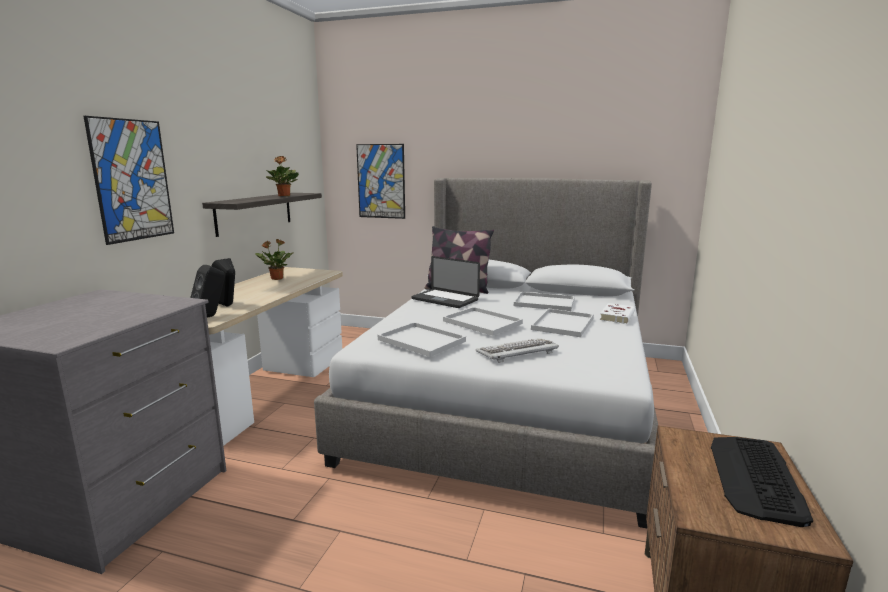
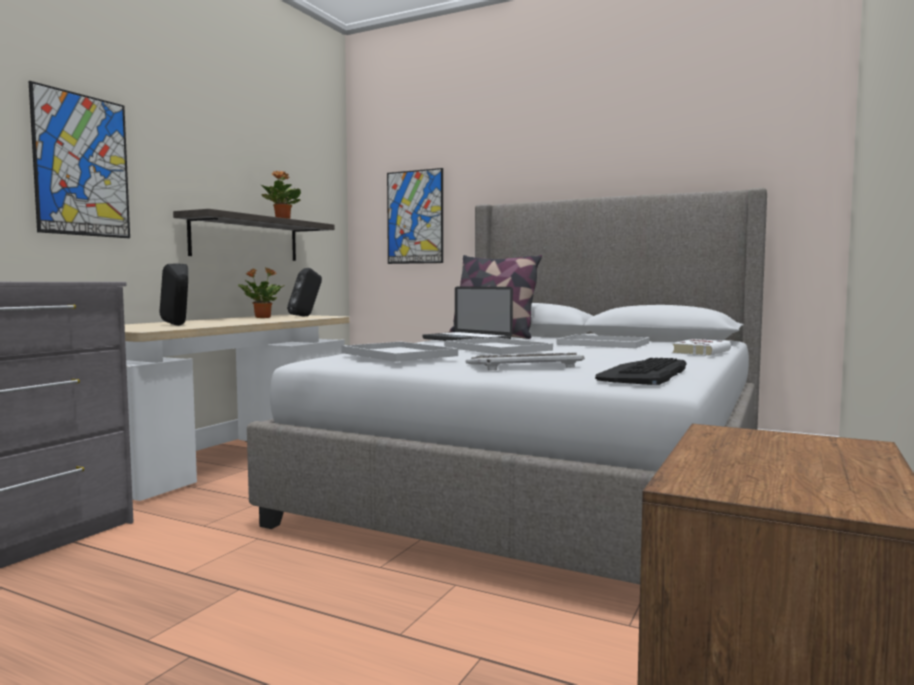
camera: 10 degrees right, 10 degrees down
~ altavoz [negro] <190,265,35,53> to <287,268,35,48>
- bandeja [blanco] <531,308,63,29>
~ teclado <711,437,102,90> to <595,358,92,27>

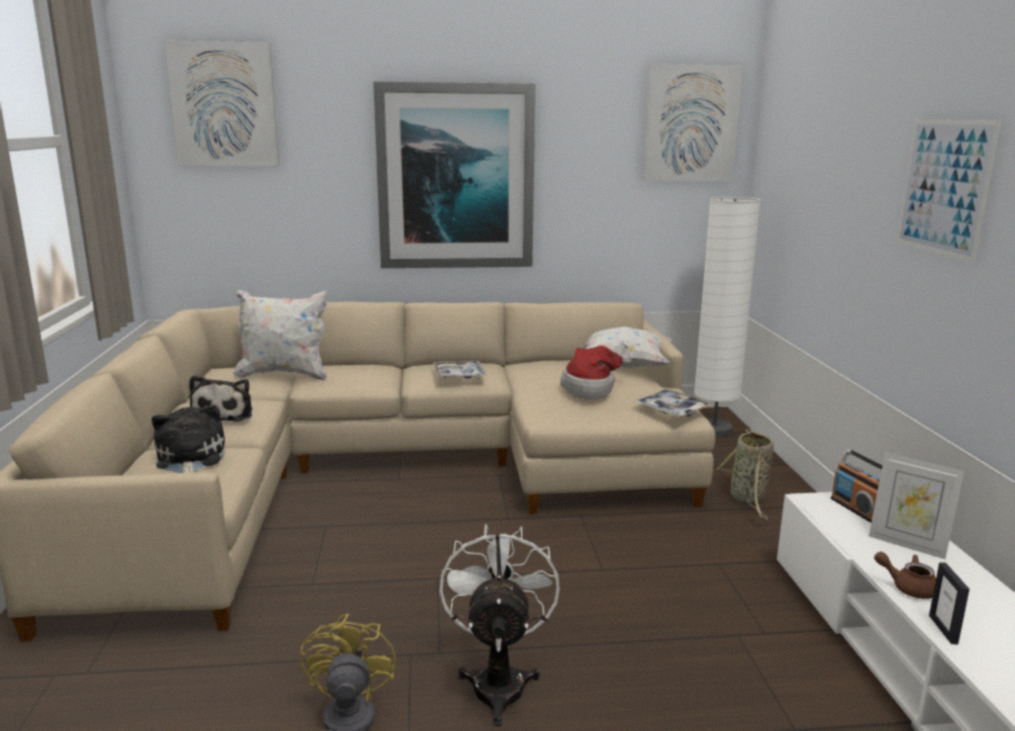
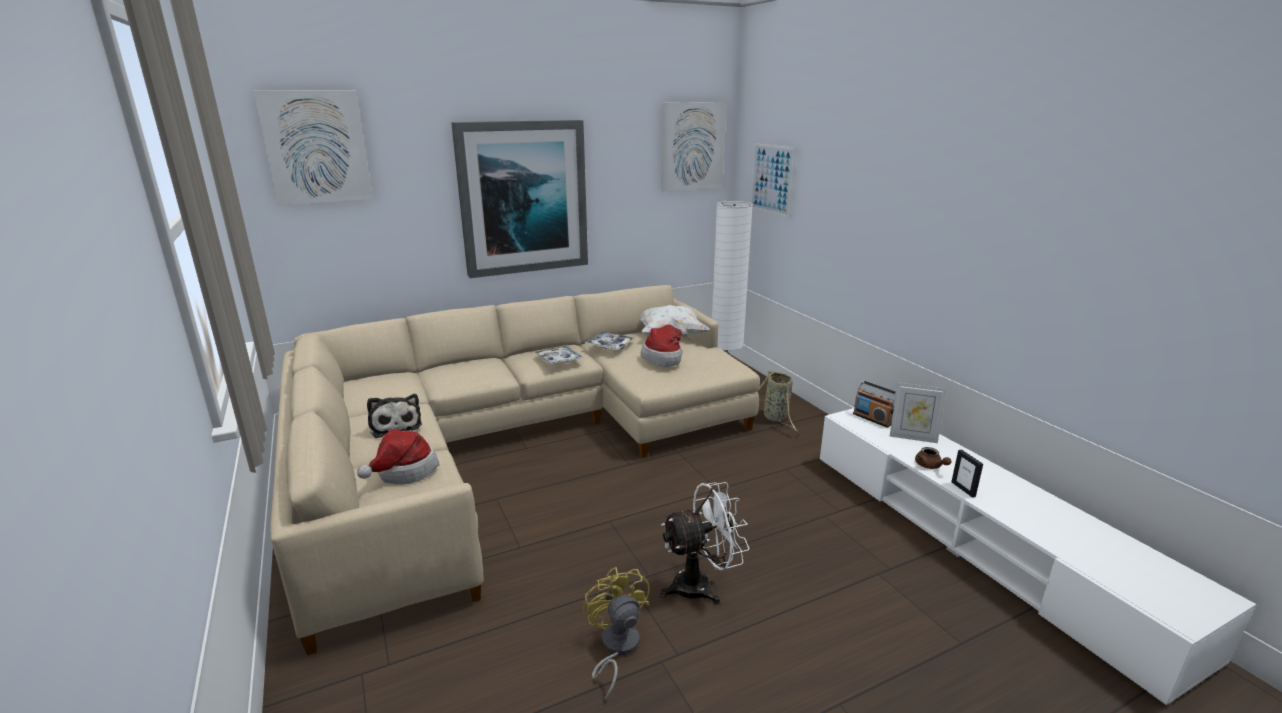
camera: 20 degrees left, 5 degrees up
~ peluche <152,404,73,69> to sombrero <357,429,82,56>
- cojín [blanco] <234,290,95,91>
~ ventilador [blanco] <440,524,120,202> = <660,482,90,123> 90 degrees clockwise
~ bandeja <635,389,77,28> to <585,332,50,18>
~ tetera [marrón] <874,552,62,47> = <915,447,37,22> 120 degrees counterclockwise
~ cuadro <896,120,105,143> to <751,143,45,75>

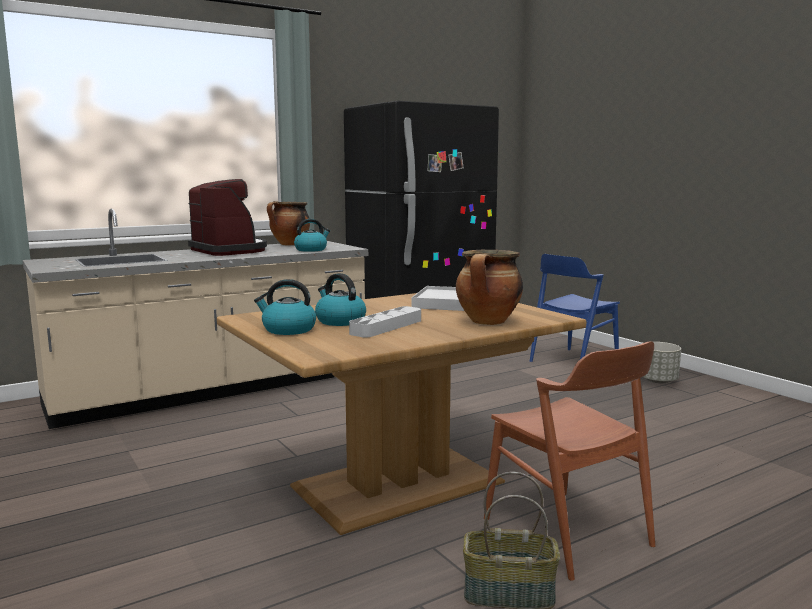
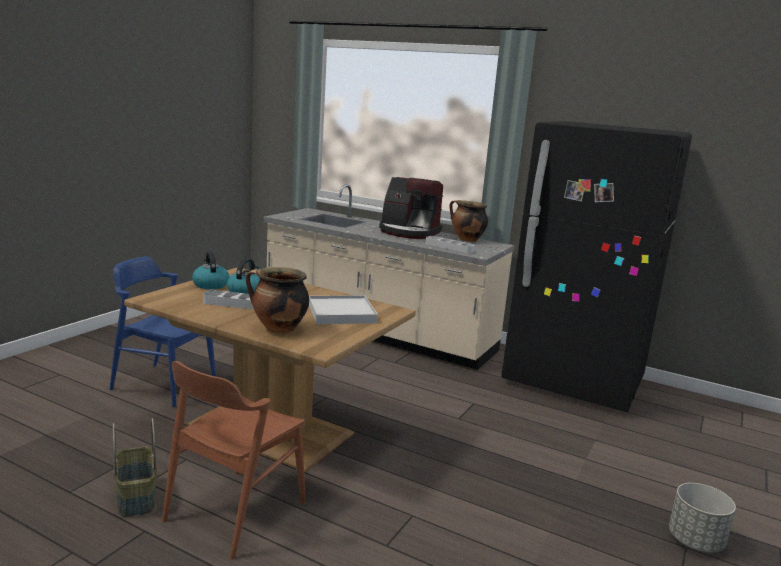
camera: 60 degrees right, 5 degrees up
~ cafetera <188,179,79,77> = <379,177,64,62> 90 degrees clockwise
~ hervidor <294,219,36,33> to bandeja [gris] <425,236,50,17>
~ silla [azul] <530,254,90,108> to <109,256,107,151>

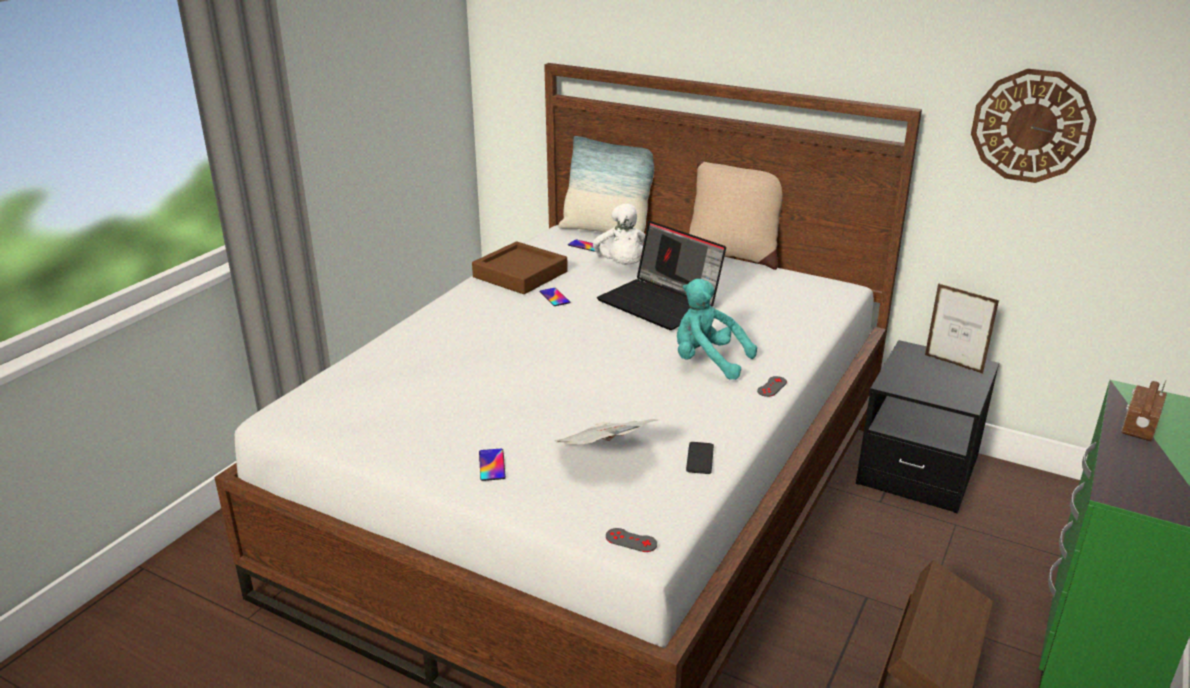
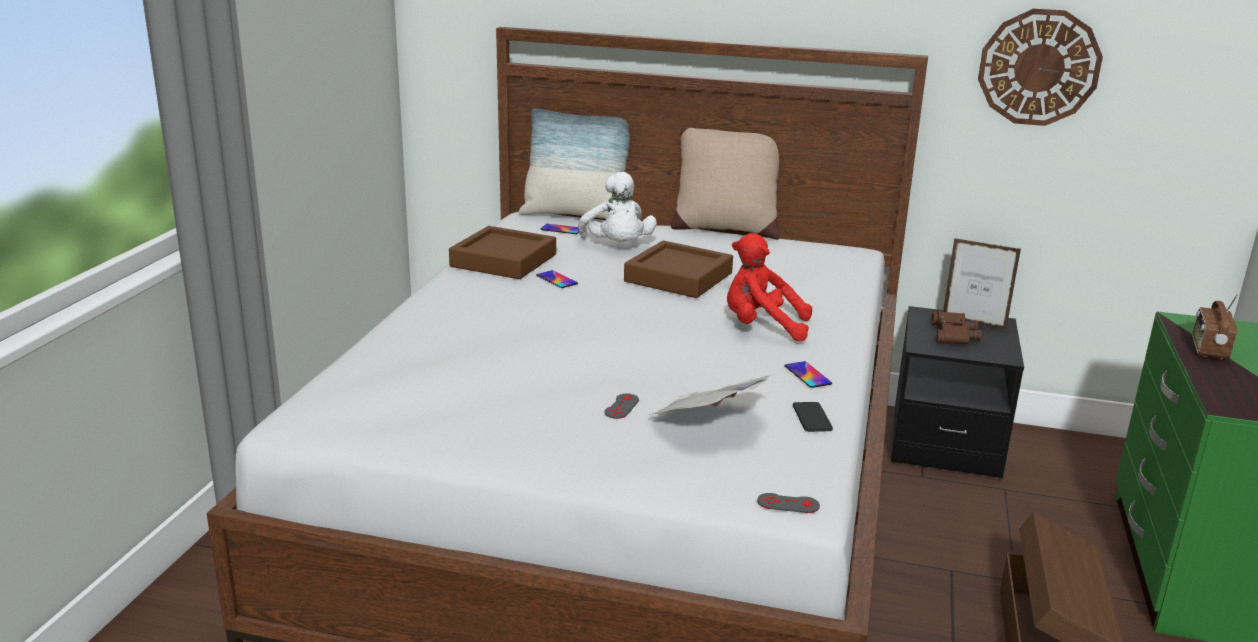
camera: 15 degrees left, 5 degrees down
~ móvil <479,449,27,32> to <785,361,47,27>
~ portátil <597,221,129,109> to bandeja [marrón] <624,241,109,57>
~ peluche [turquesa] <677,279,80,101> to peluche [rojo] <727,233,85,108>
~ mando de consola [gris] <757,376,30,21> to <604,393,35,26>
+ prismáticos [marrón] <931,311,50,33>

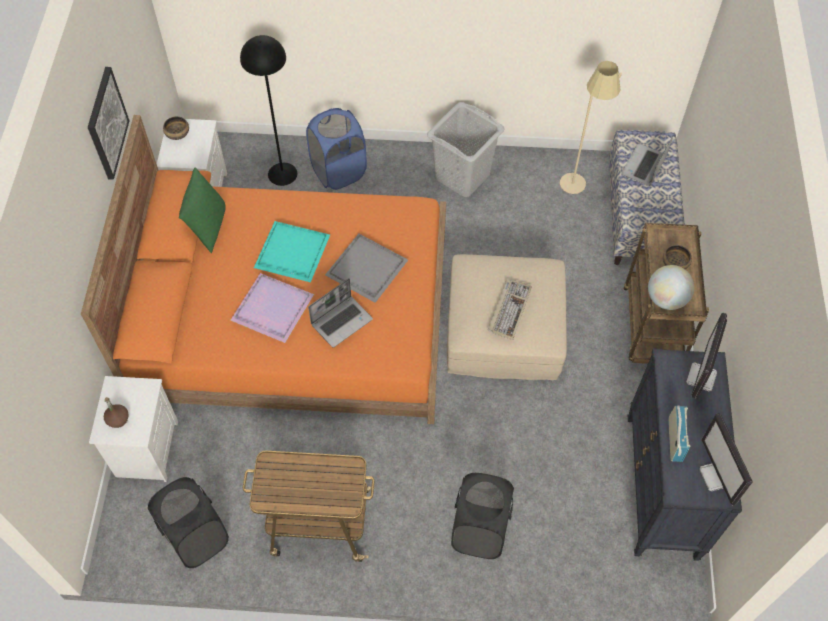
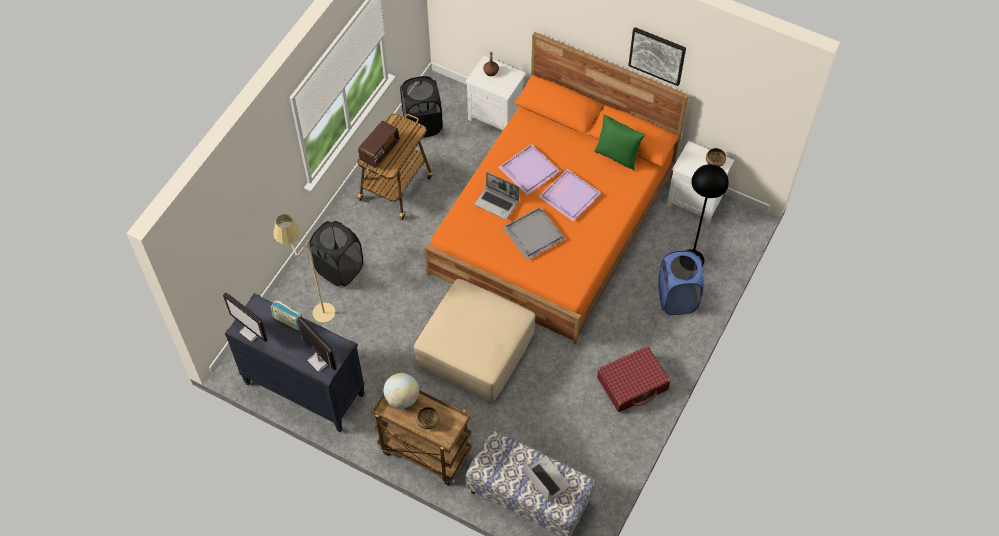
camera: 115 degrees right, 0 degrees up
~ bandeja [turquesa] <254,221,76,61> to bandeja [morado] <538,169,64,52>
~ portátil <308,278,65,70> = <474,172,45,47> 45 degrees counterclockwise
~ cesto de la ropa [gris] <427,102,78,95> to maleta [rojo] <597,346,73,66>
- teclado <488,279,44,61>
~ lámpara de pie [beis] <560,61,62,133> to <273,214,62,109>
~ monitor <699,413,54,92> = <223,292,45,50> 150 degrees counterclockwise
+ radio <358,121,41,47>

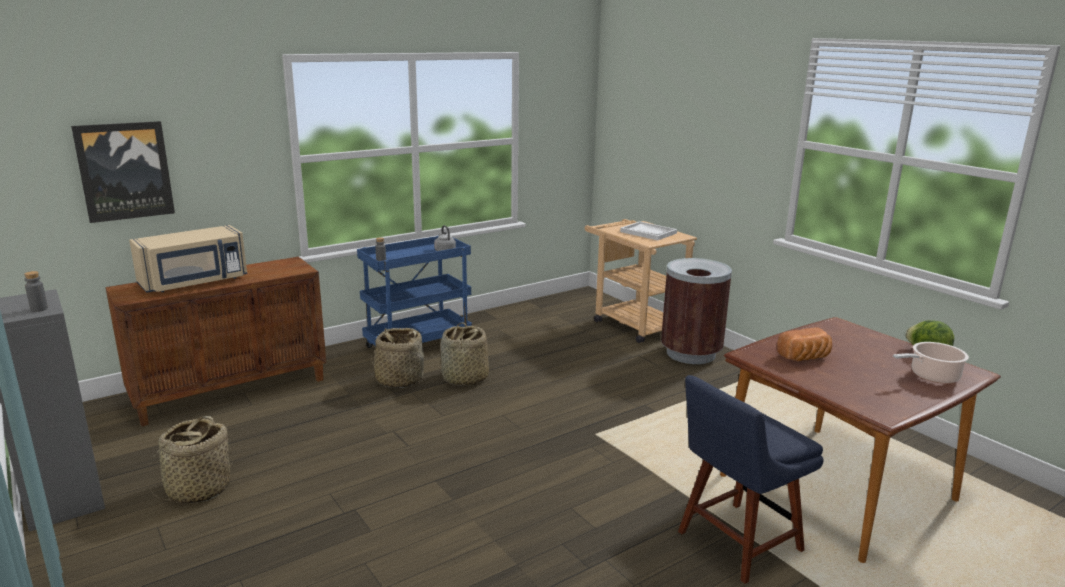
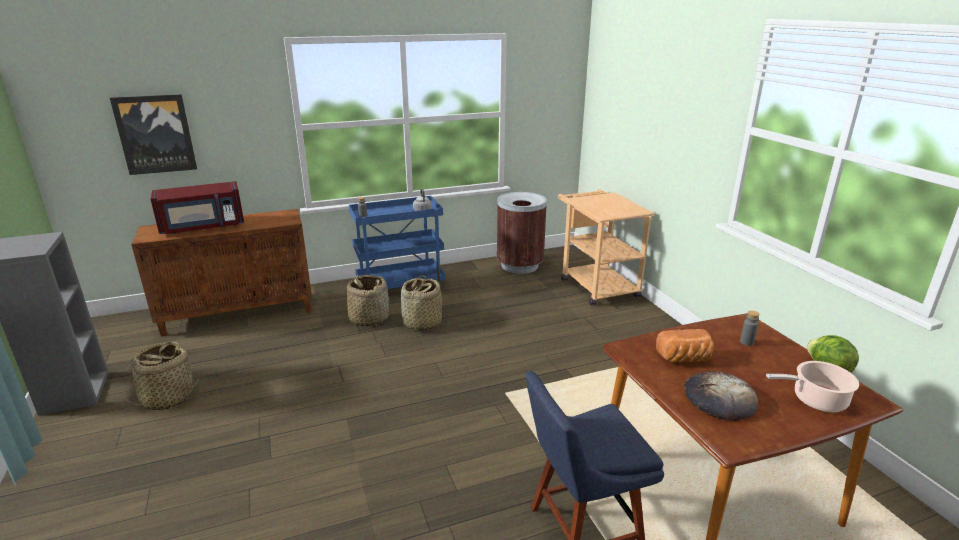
camera: 15 degrees right, 5 degrees up
~ botella [gris] <24,271,24,41> to <740,311,19,35>
~ microondas [beis] <129,225,118,68> to microondas [rojo] <151,181,93,53>
- bandeja [blanco] <620,222,57,18>
~ papelera [marrón] <661,258,71,106> to <497,192,50,82>
+ pan <684,371,74,50>

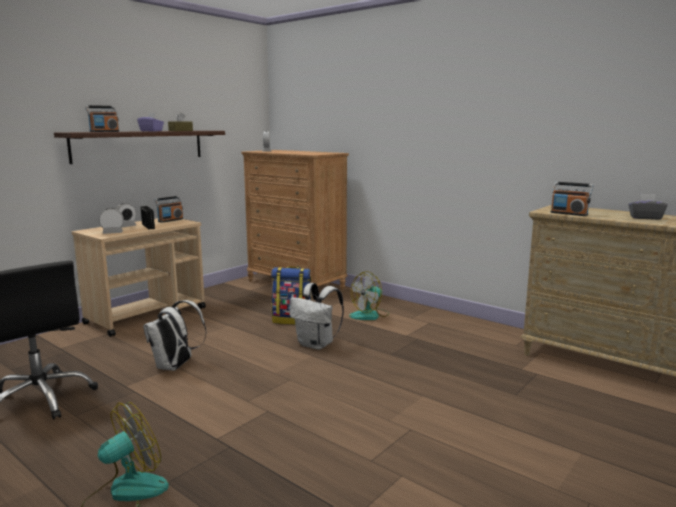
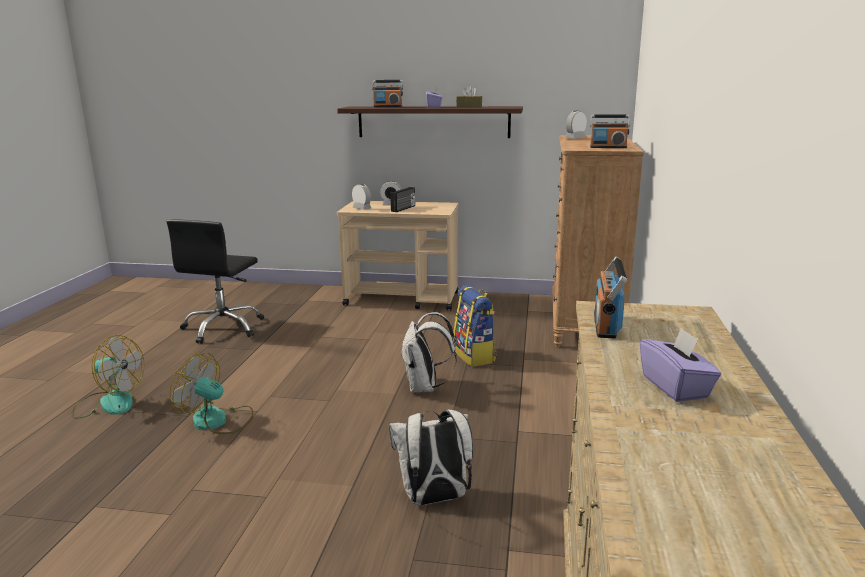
camera: 60 degrees right, 5 degrees up
~ mochila [blanco] <143,300,64,71> to <389,410,84,95>
~ radio <155,196,28,27> to <590,114,40,34>
~ ventilador <349,272,40,48> to <169,353,84,81>
~ caja de pañuelos [gris] <628,194,40,26> to caja de pañuelos [morado] <640,327,81,75>

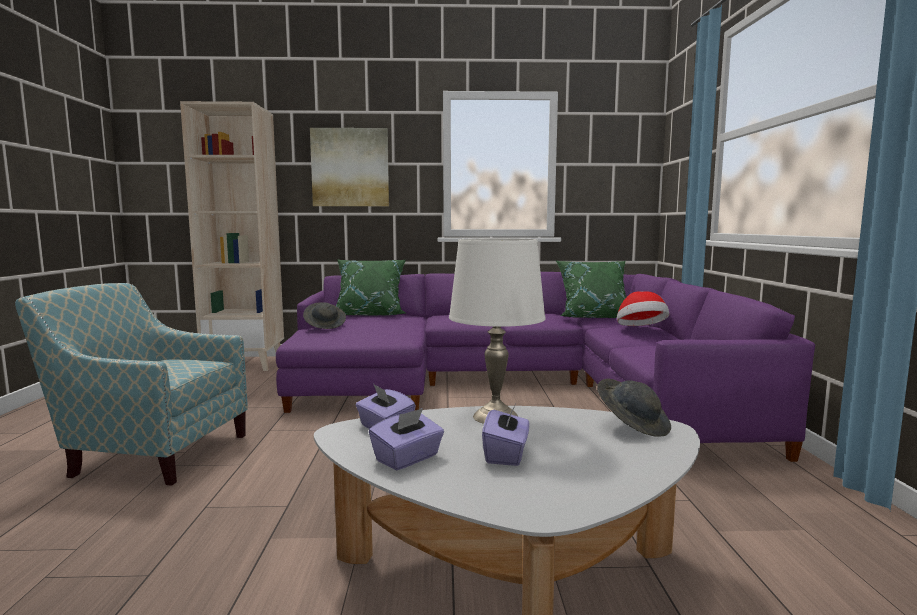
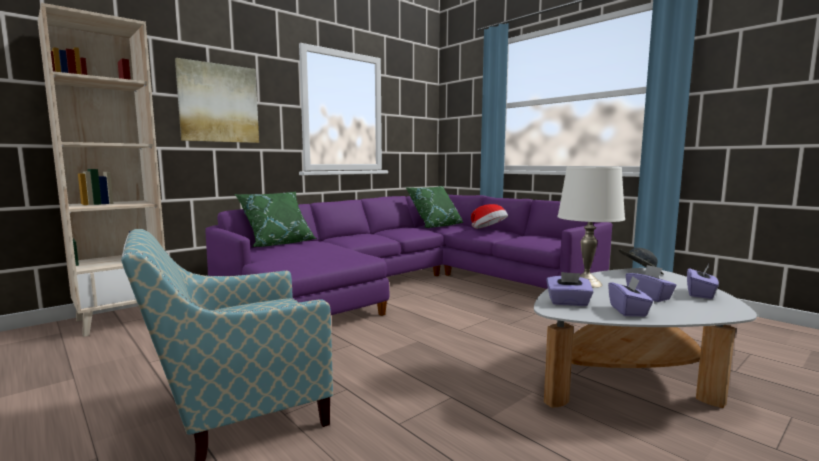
camera: 40 degrees left, 0 degrees up
- sombrero [gris] <303,302,43,27>
+ caja de pañuelos [morado] <687,265,32,34>

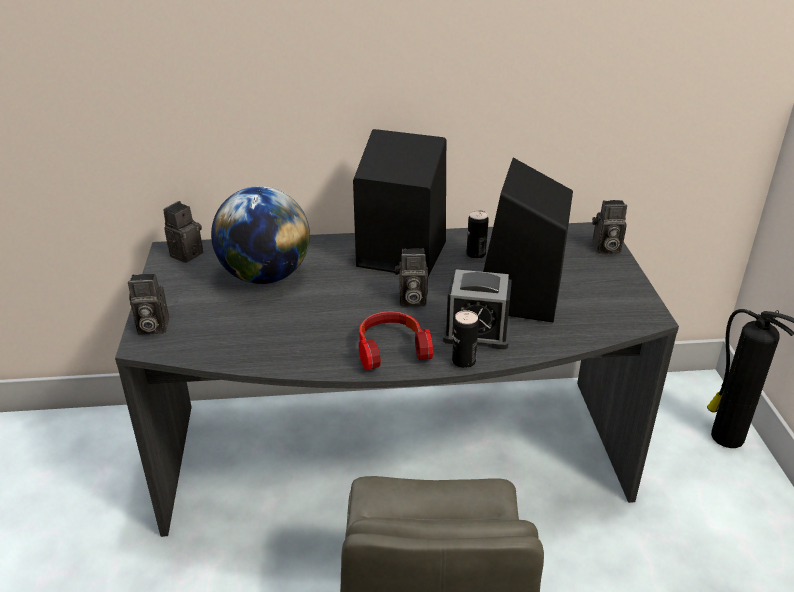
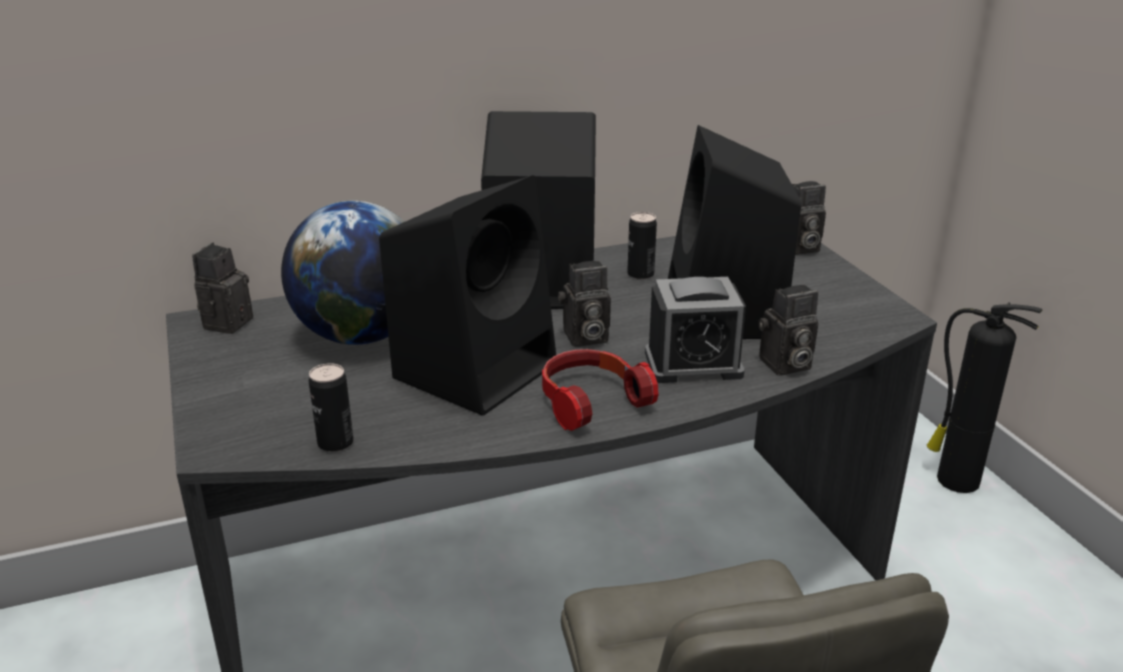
camera: 15 degrees left, 5 degrees down
~ cámara <128,273,41,62> to <758,284,60,92>
~ lata <452,310,27,58> to <308,363,46,89>
+ altavoz [negro] <379,175,177,241>

